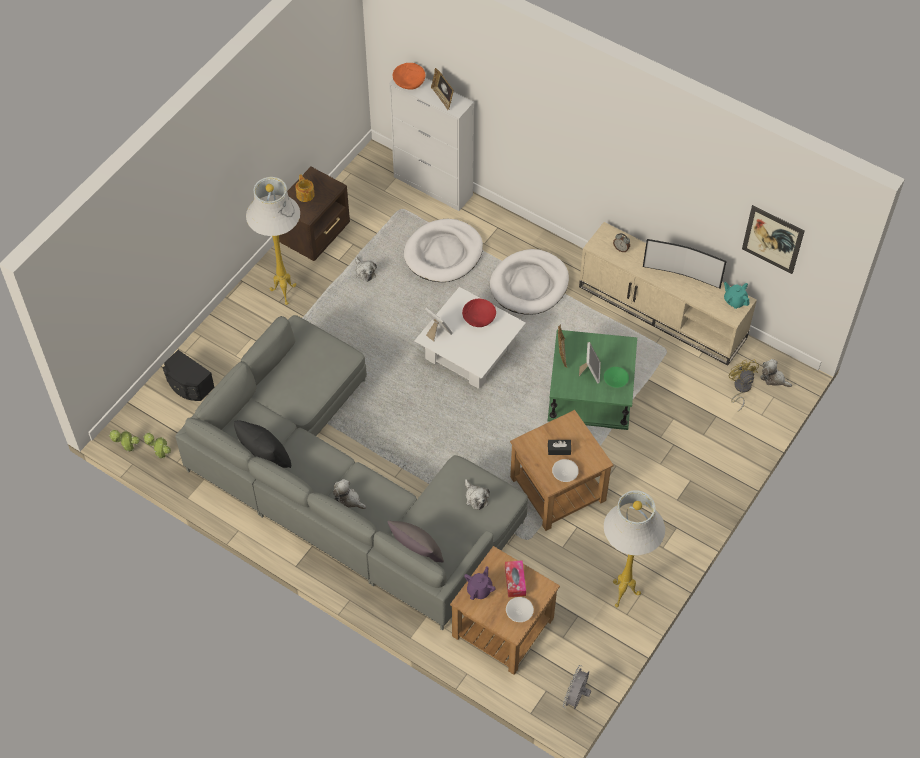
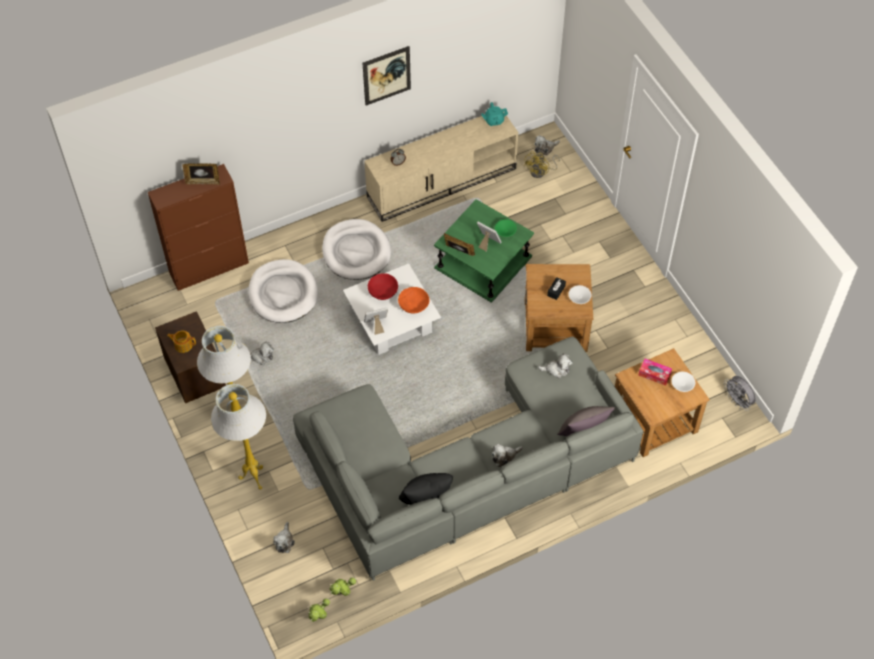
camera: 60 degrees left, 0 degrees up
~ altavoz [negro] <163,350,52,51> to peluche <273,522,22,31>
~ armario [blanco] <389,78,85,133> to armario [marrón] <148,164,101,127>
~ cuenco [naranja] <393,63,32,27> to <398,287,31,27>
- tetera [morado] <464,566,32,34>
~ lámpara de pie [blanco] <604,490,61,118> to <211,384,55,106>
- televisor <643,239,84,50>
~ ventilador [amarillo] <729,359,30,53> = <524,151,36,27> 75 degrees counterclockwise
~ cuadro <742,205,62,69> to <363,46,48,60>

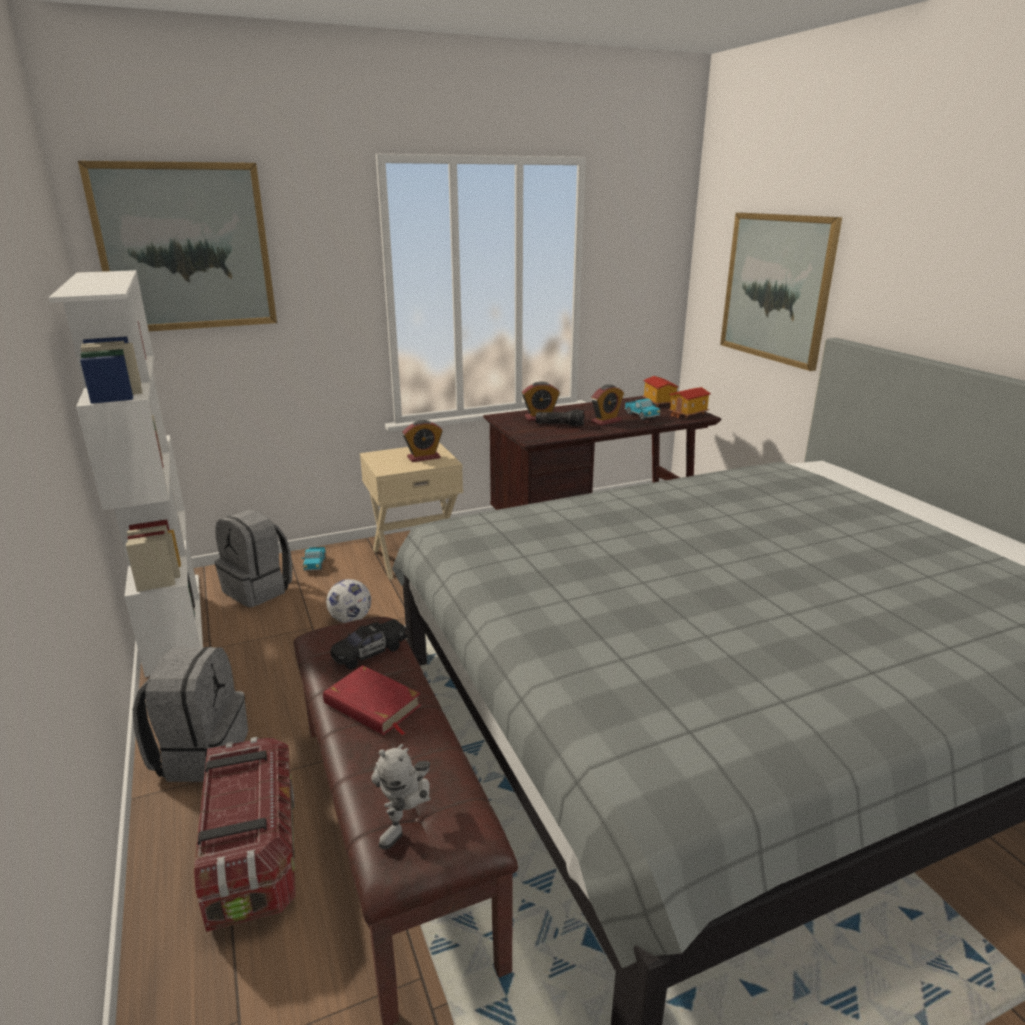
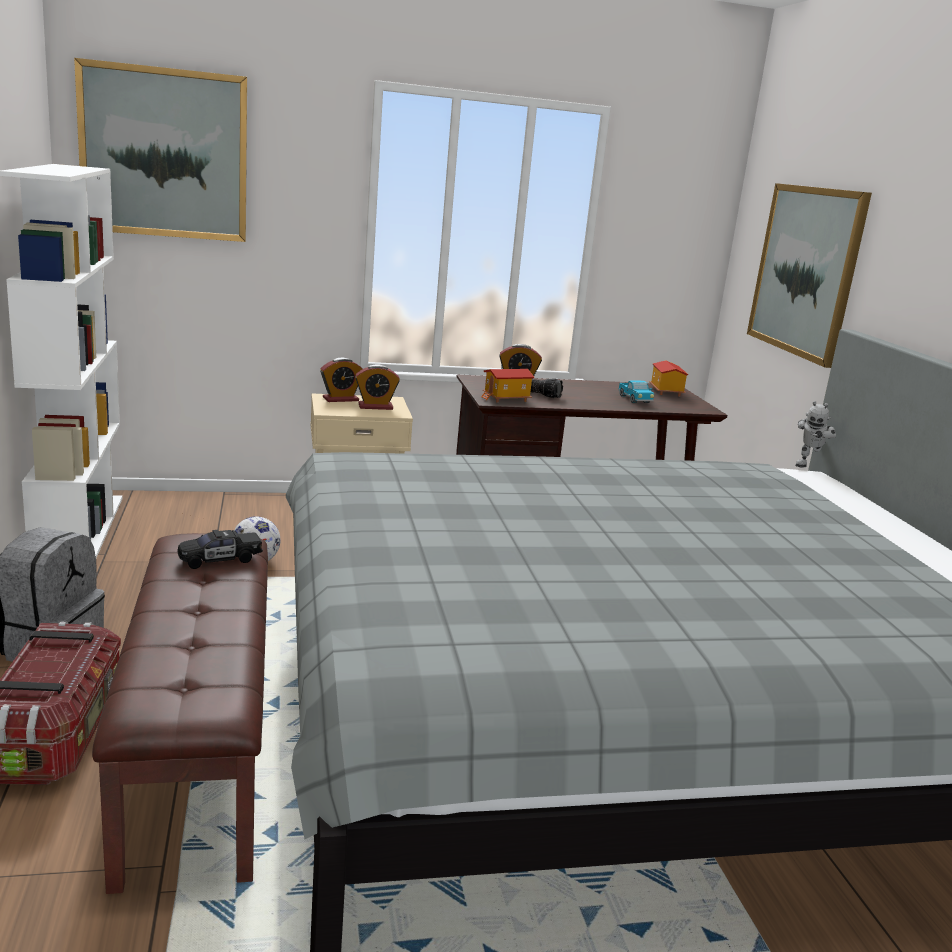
camera: 10 degrees right, 5 degrees down
- mochila [gris] <214,509,78,98>
- camión de juguete <301,547,25,24>
- libro [rojo] <323,665,98,70>
~ robot de juguete <371,744,60,106> to <795,401,41,67>
~ despertador <591,384,33,42> to <320,358,43,44>
~ casita <668,387,43,32> to <481,369,53,34>

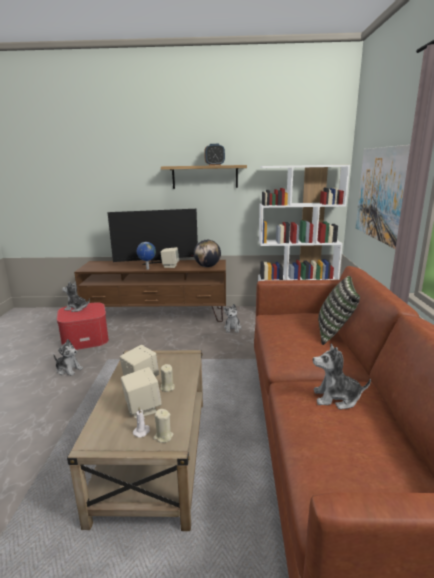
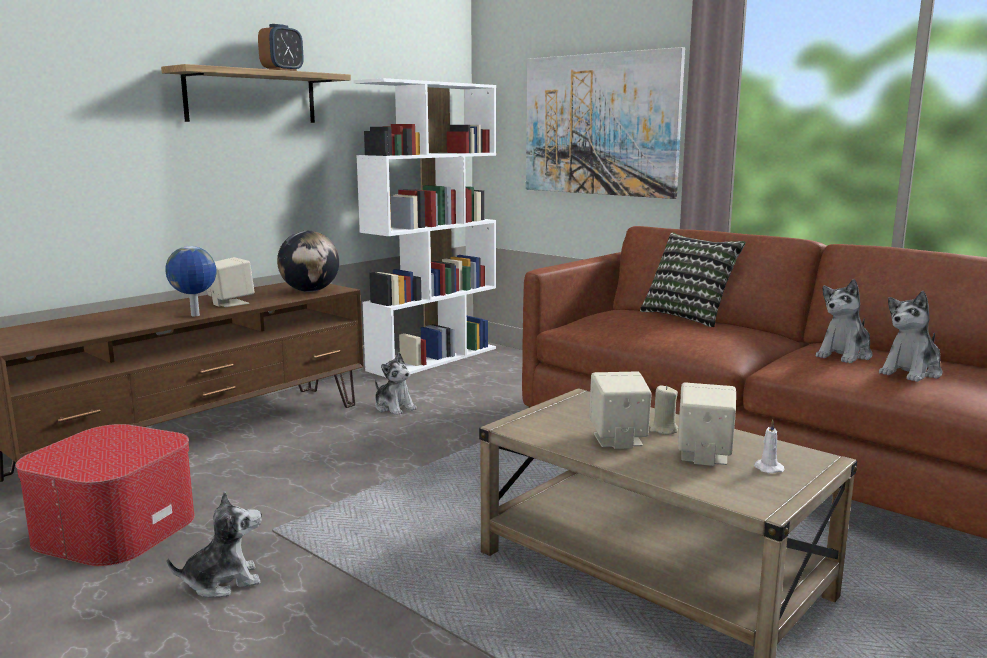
camera: 50 degrees left, 5 degrees down
~ peluche <62,281,28,31> to <879,291,63,91>
- televisor <107,209,91,56>
- vela [beis] <153,409,20,34>

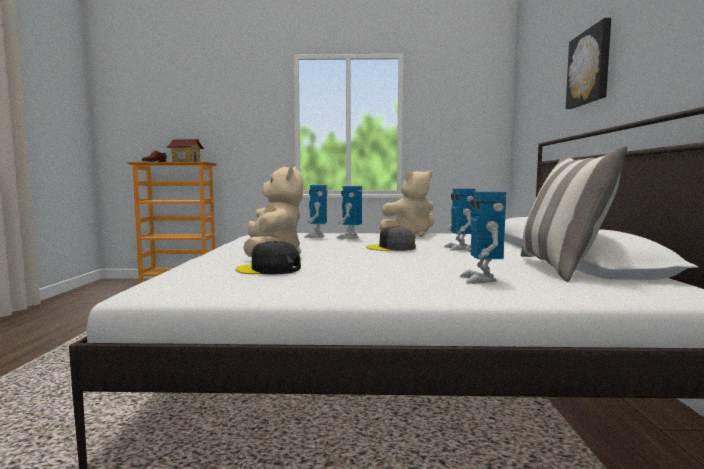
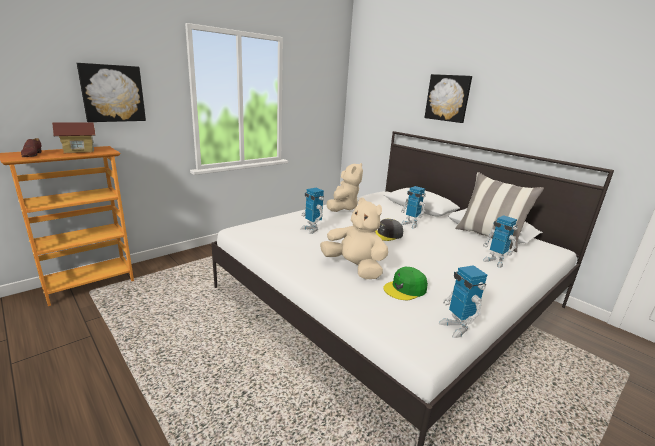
camera: 45 degrees left, 15 degrees up
~ gorra [negro] <236,241,65,34> to gorra [verde] <383,267,45,33>
~ robot de juguete <337,186,25,53> to <439,265,48,73>
+ cuadro <77,63,69,59>

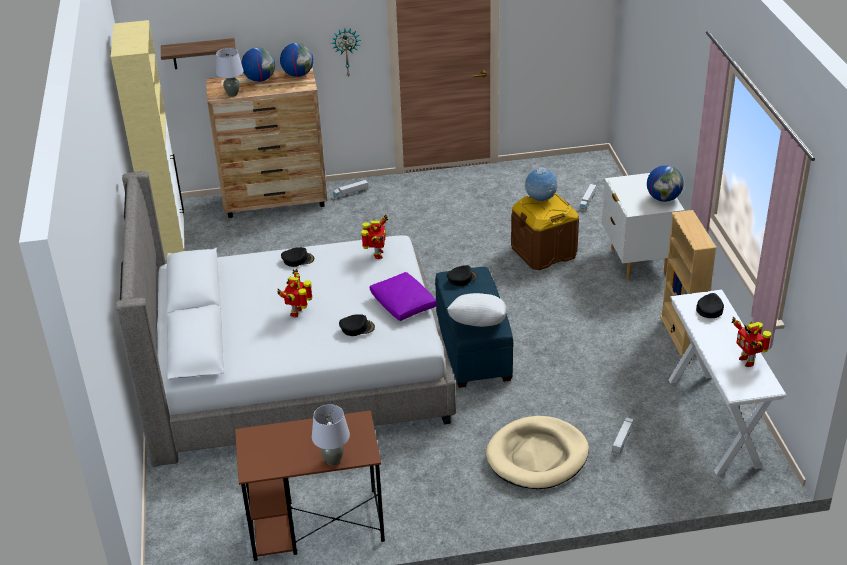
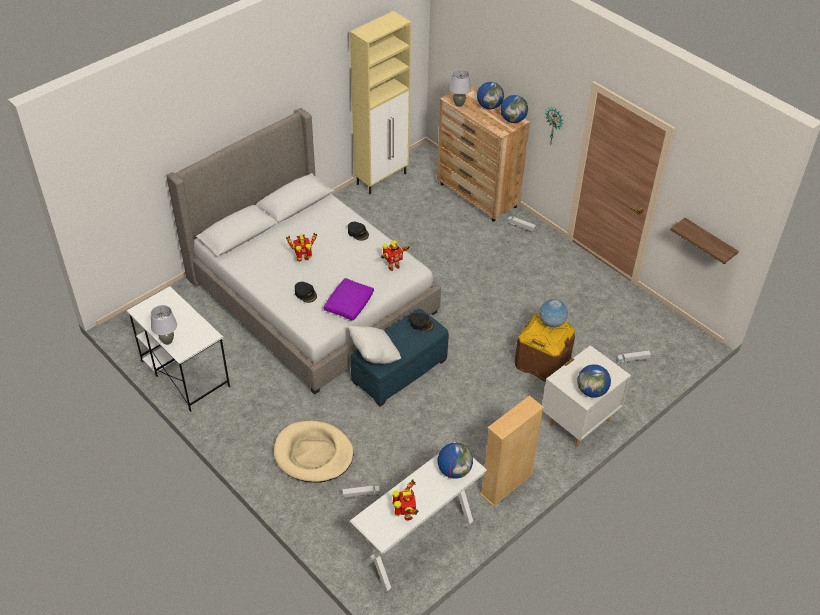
camera: 55 degrees right, 10 degrees up
~ estante <161,38,75,31> to <670,218,69,46>
~ escritorio [marrón] <235,410,150,151> to escritorio [blanco] <126,286,104,126>
~ gorra [negro] <696,293,28,25> to globo terráqueo <438,443,35,36>
~ robot de juguete <732,317,39,50> = <392,479,27,42> 135 degrees clockwise

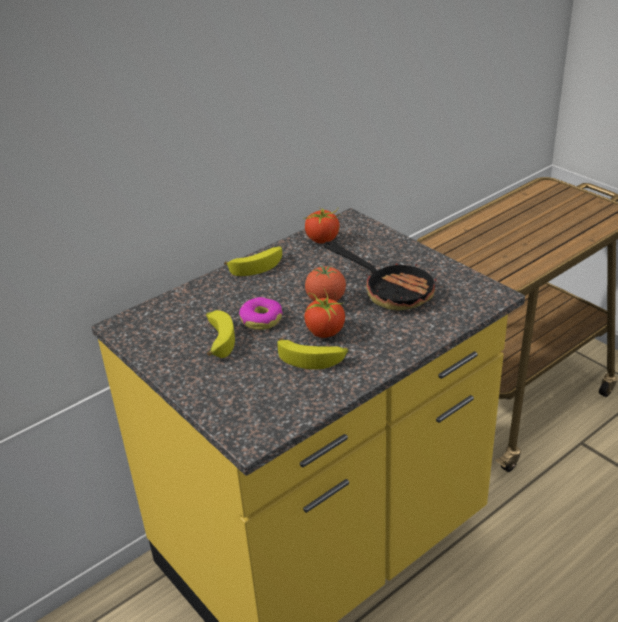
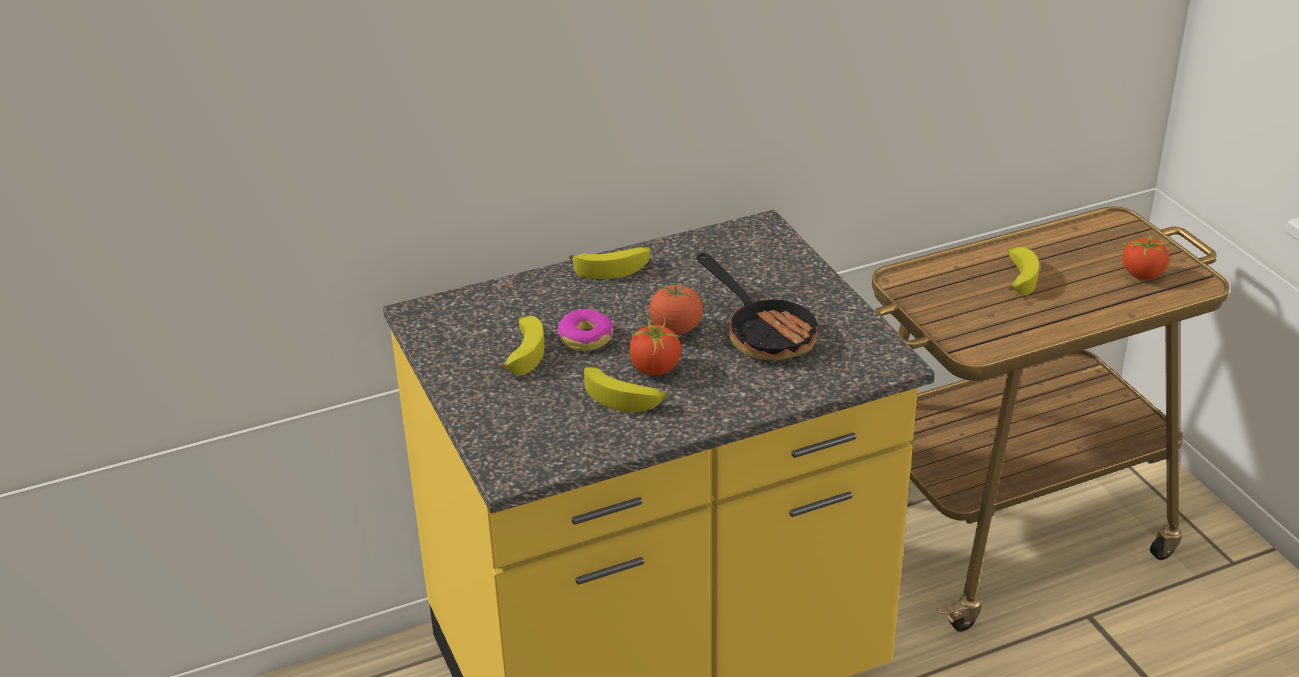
camera: 15 degrees right, 0 degrees up
~ tomate <304,207,36,37> to <1123,233,50,47>
+ plátano <1008,247,31,49>

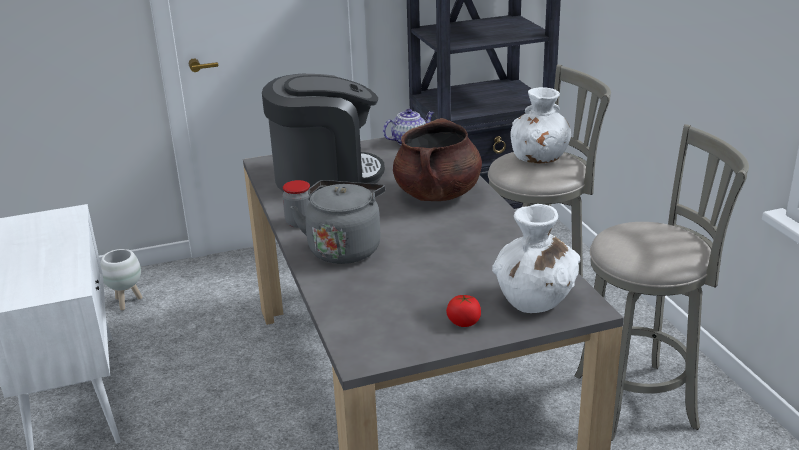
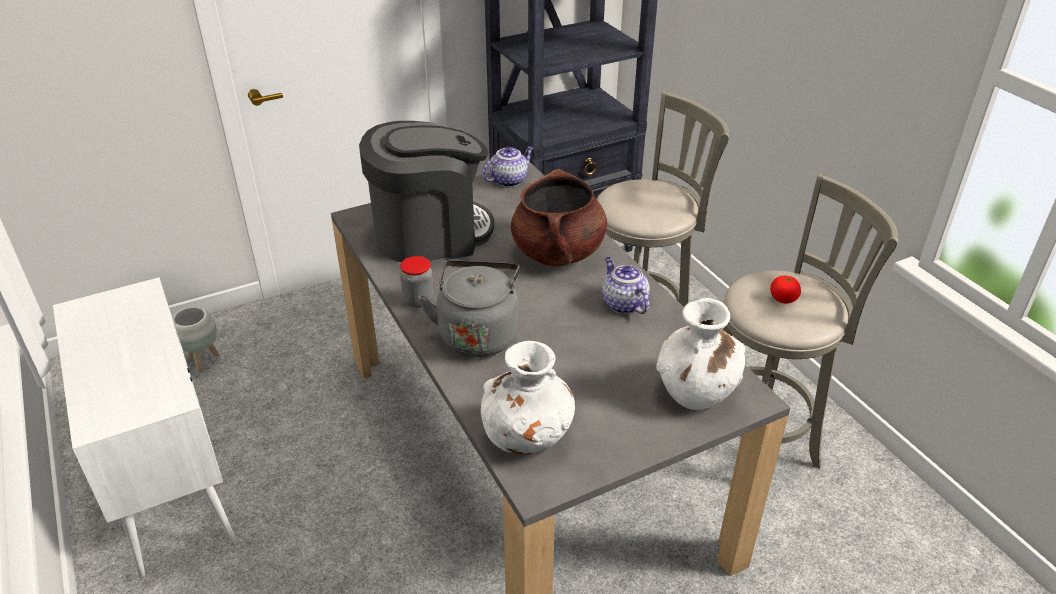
camera: 10 degrees left, 10 degrees up
~ tomate <446,295,35,32> to <770,276,31,27>
~ florero [blanco] <510,87,61,76> to <481,341,94,114>
+ tetera <602,257,48,57>

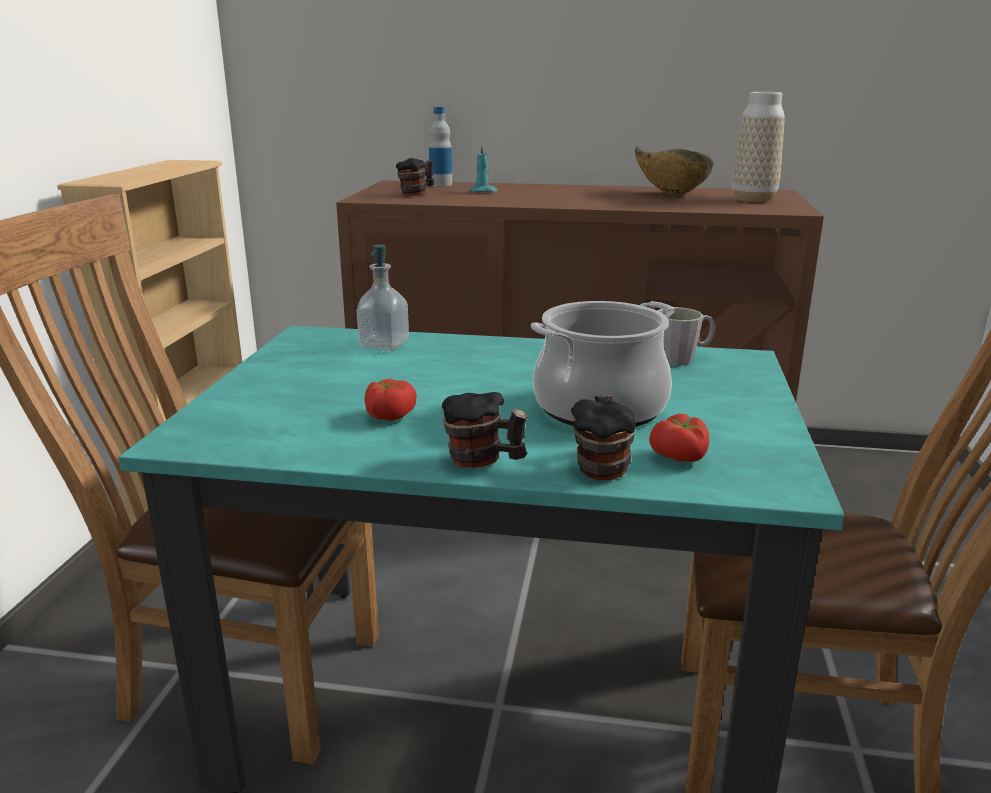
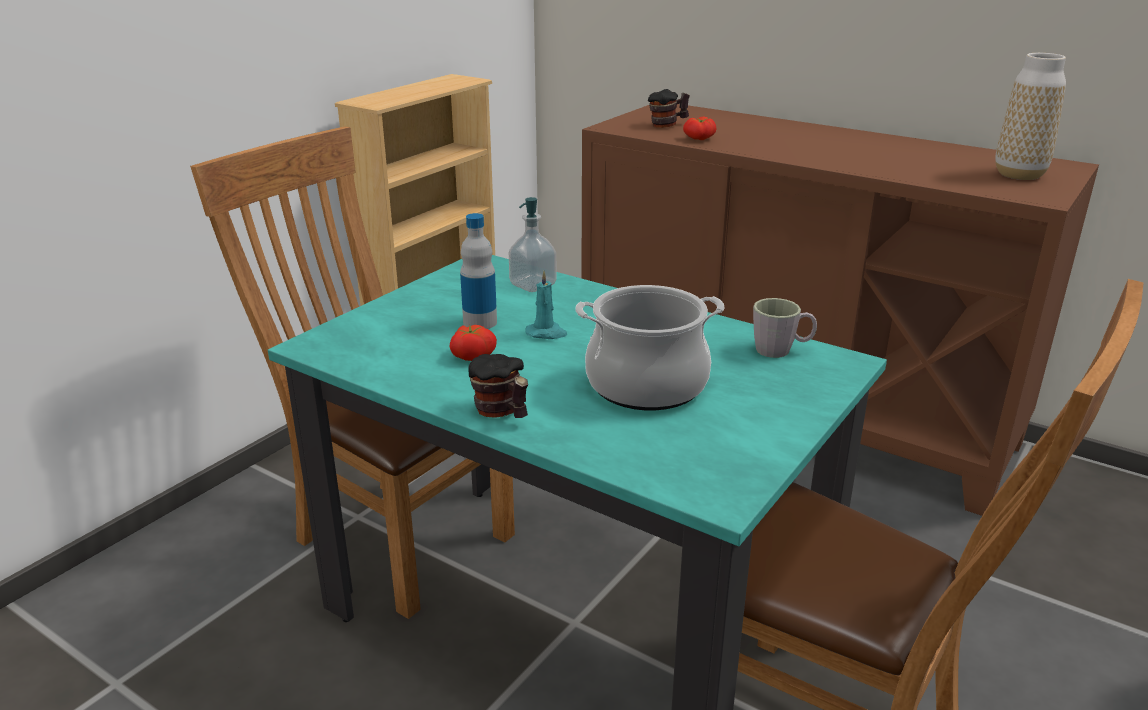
camera: 25 degrees right, 5 degrees up
~ botella <429,106,23,80> to <460,213,37,116>
~ vela [turquesa] <469,143,29,49> to <525,270,42,69>
- taza grande <571,395,64,85>
- cuenco <635,147,78,48>
~ tomate <649,414,60,48> to <683,116,33,24>

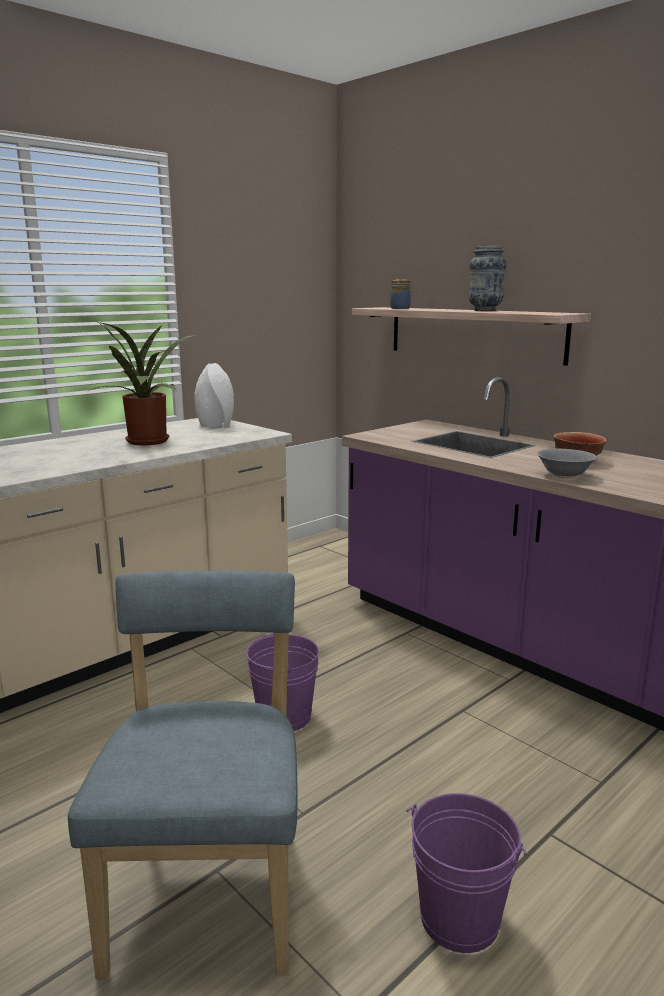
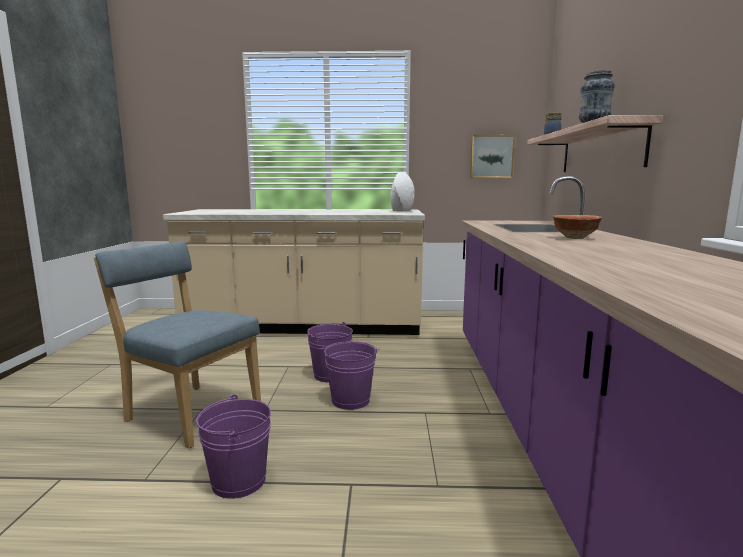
camera: 45 degrees right, 5 degrees down
~ silla [azul] <68,570,229,409> = <94,241,167,207> 105 degrees counterclockwise
- planta en maceta <89,322,107,123>
- cuenco [gris] <537,449,60,29>
+ cubo [morado] <322,341,58,69>
+ cuadro <470,135,45,43>

